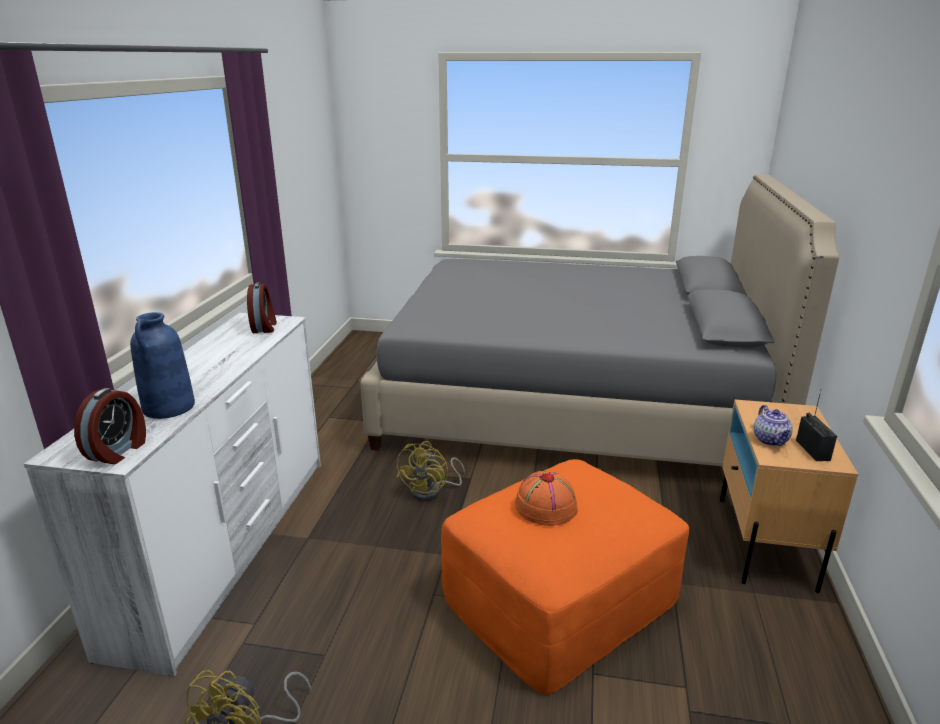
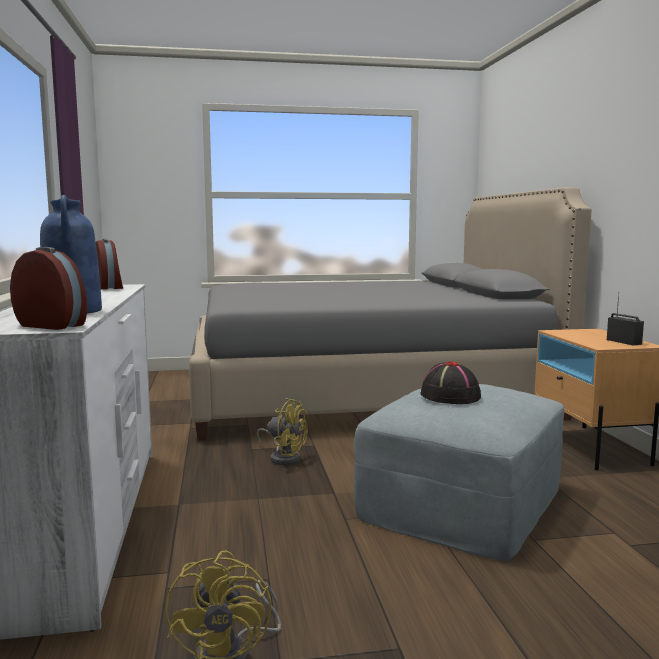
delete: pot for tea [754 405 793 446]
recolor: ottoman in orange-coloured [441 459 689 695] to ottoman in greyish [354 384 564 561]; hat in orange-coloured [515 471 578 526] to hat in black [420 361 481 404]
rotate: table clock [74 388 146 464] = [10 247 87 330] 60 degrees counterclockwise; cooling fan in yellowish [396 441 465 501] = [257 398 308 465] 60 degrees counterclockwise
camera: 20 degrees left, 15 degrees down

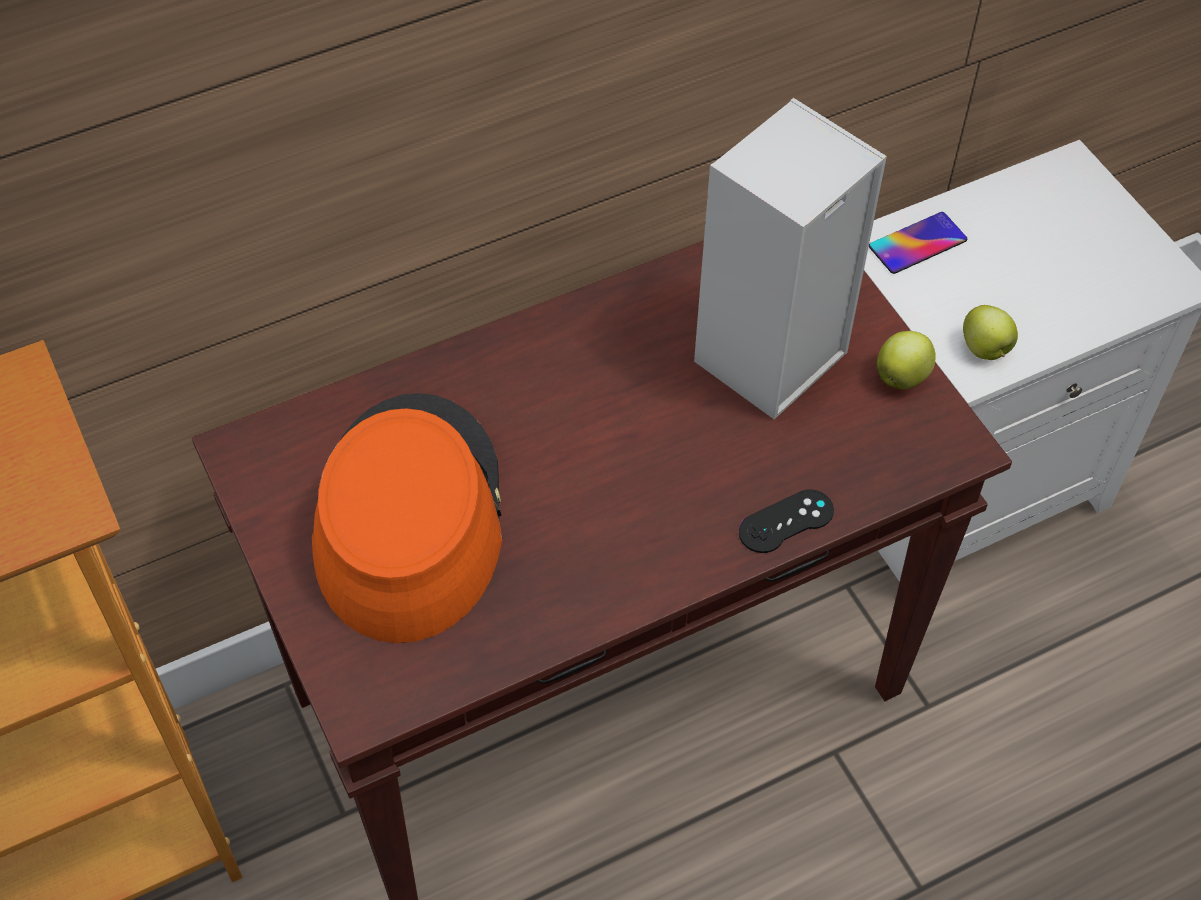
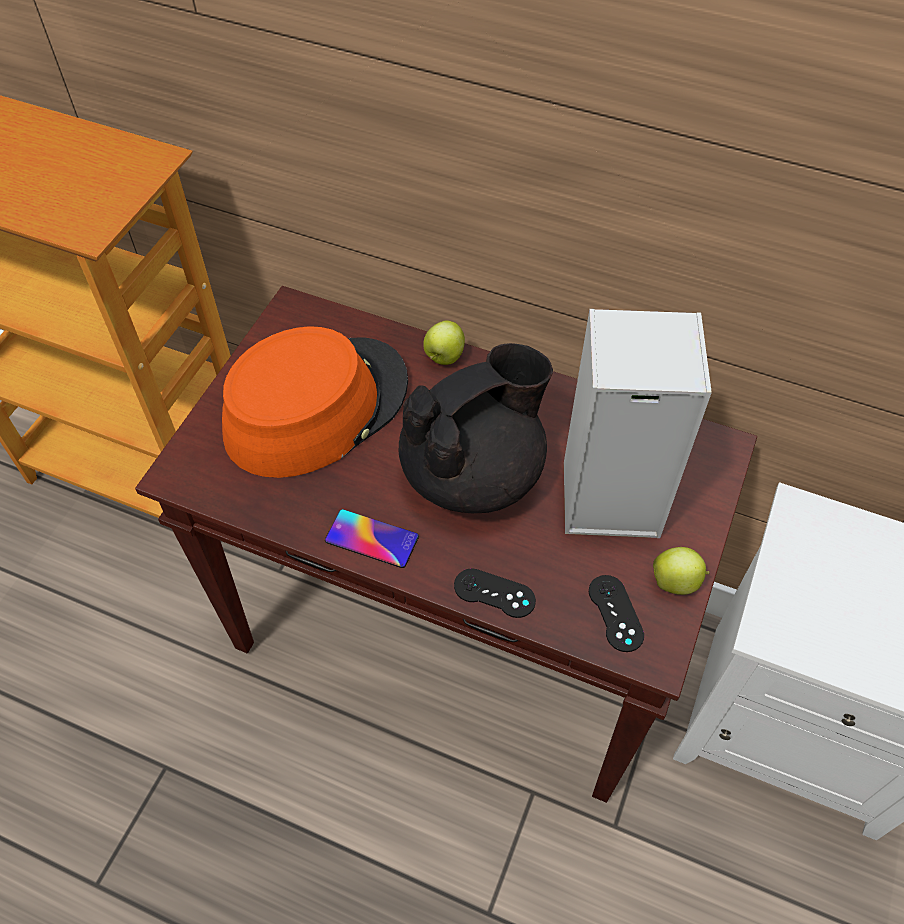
insert: pot for tea in black [399 343 553 513]; joypad in black [589 575 644 652]
move: handset [869 212 967 274] to [325 509 419 568]; apple [963 305 1018 360] to [423 321 465 365]
camera: 50 degrees right, 0 degrees up

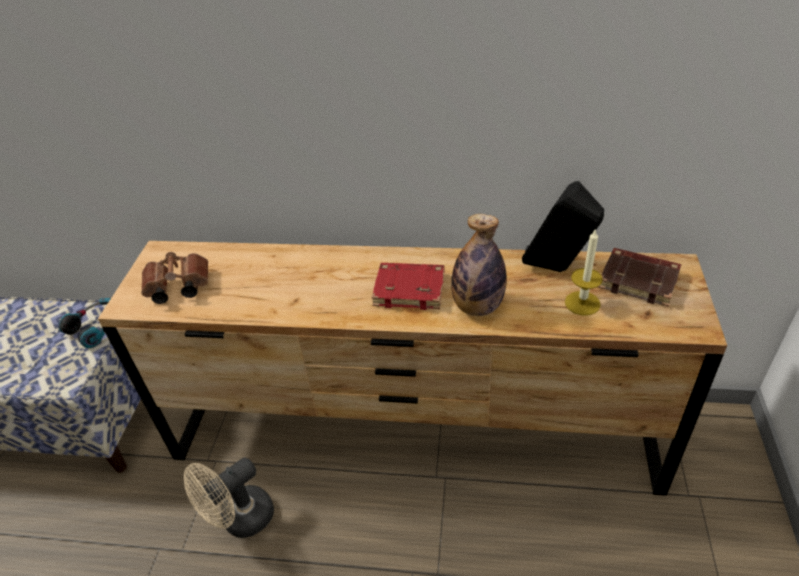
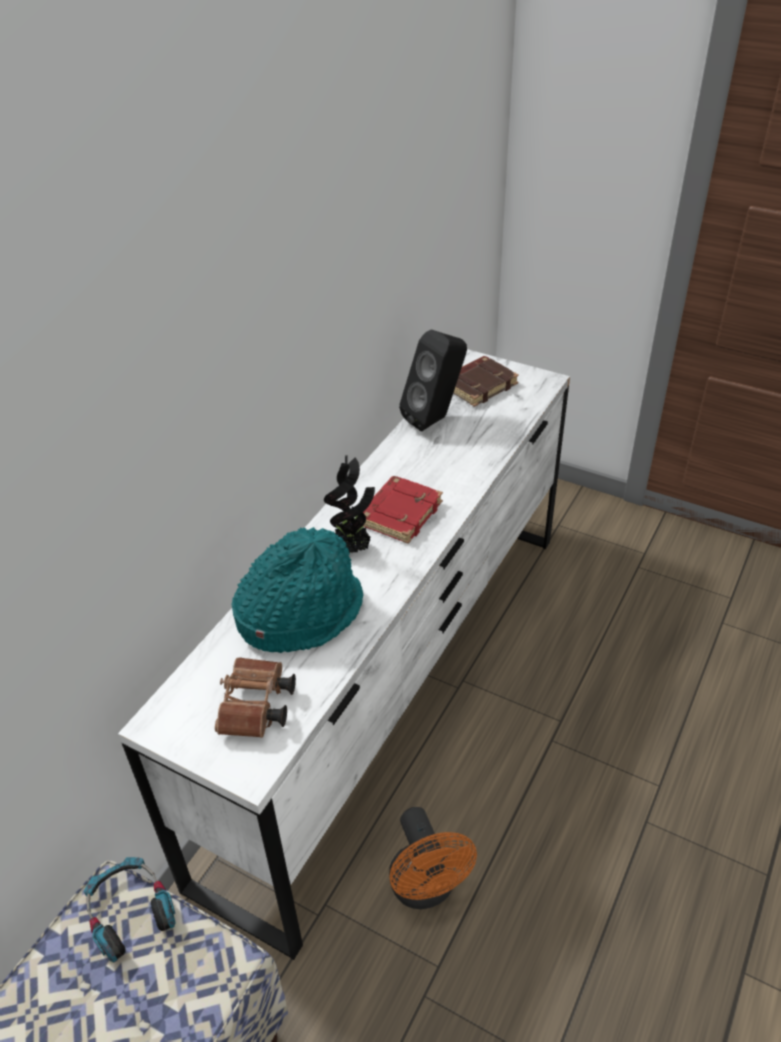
delete: beverage bottle [451 214 507 316]; wax light [565 228 603 315]
insert: hat in turquoise-coloured [231 527 363 653]; potted plant [324 455 375 553]
recolor: dresser in brown-coloured [98 241 727 496] to dresser in white [118 349 570 960]; cooling fan in sand-coloured [184 457 274 538] to cooling fan in orange-coloured [389 807 477 909]
camera: 70 degrees left, 0 degrees up

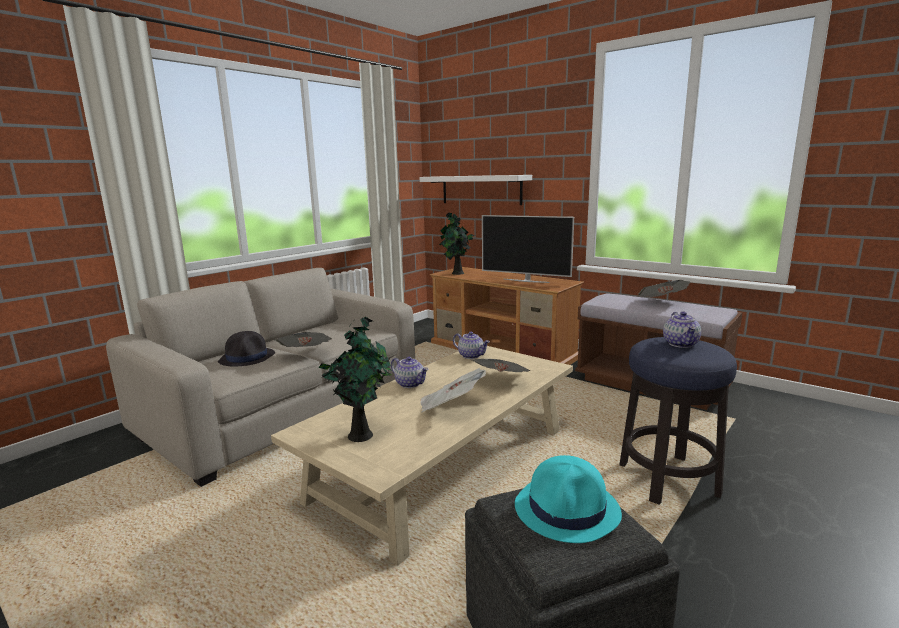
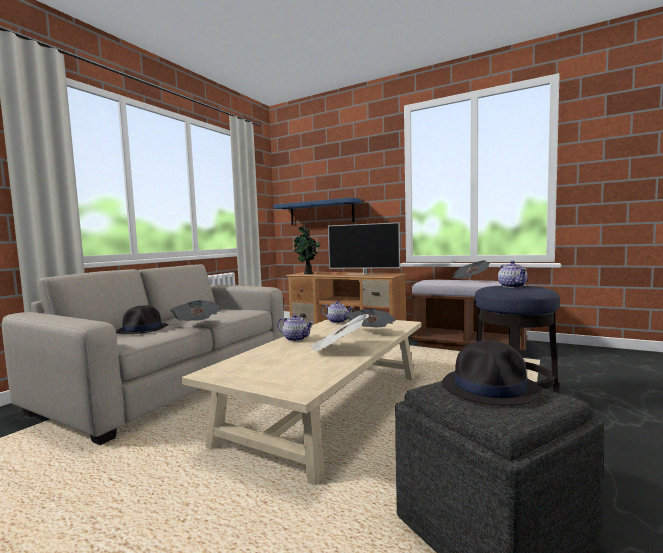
delete: potted plant [318 317 392 442]
recolor: bracket shelf in white [420 175 532 205] to bracket shelf in bluish [273 197 361 226]; hat in turquoise-coloured [515 455 622 543] to hat in black [442 341 543 406]
camera: 10 degrees left, 10 degrees down

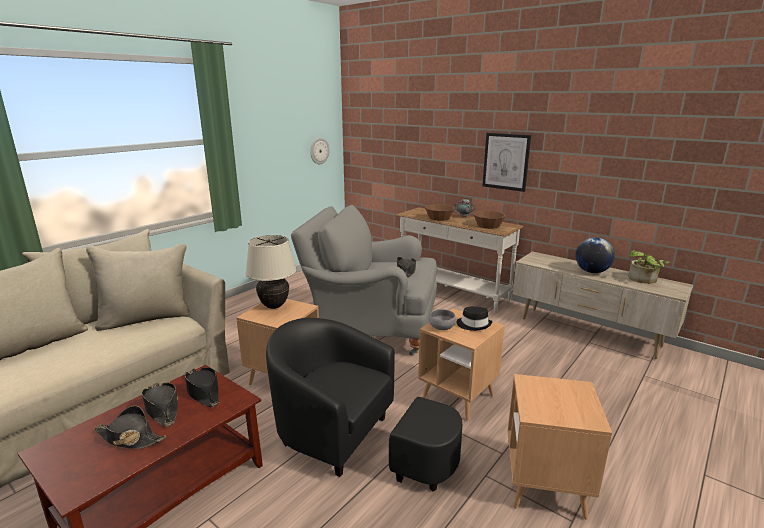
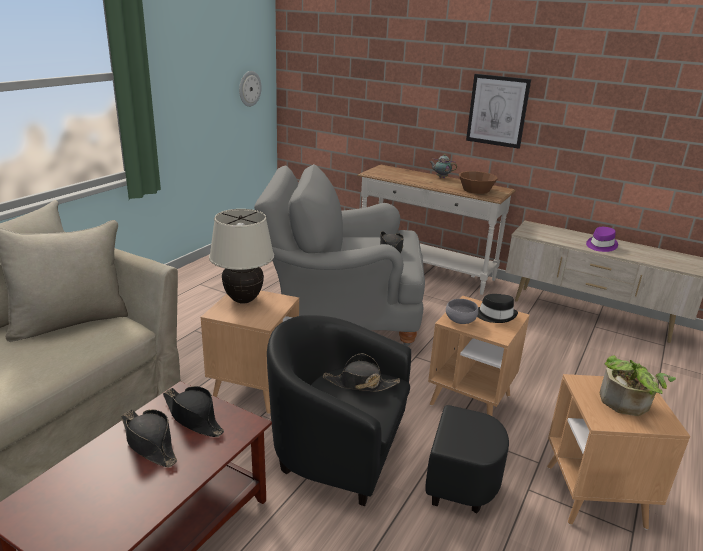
delete: serving bowl in brown-coloured [425 204 455 221]
move: hat in black [94 406 166 449] to [323 354 400 391]; potted plant [628 250 669 284] to [600 355 676 416]
replace: globe [575 237 615 273] to hat in purple [586 227 618 252]
camera: 10 degrees left, 5 degrees up

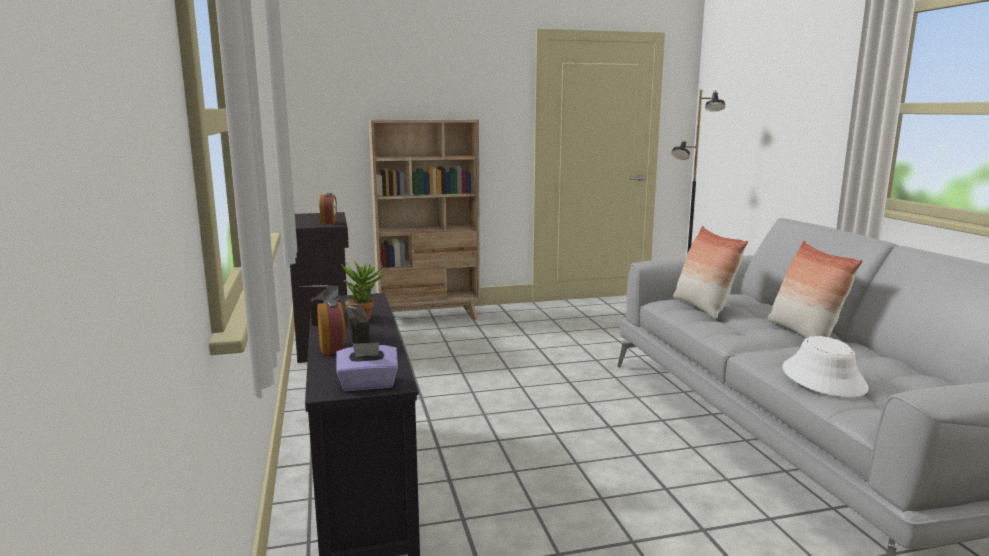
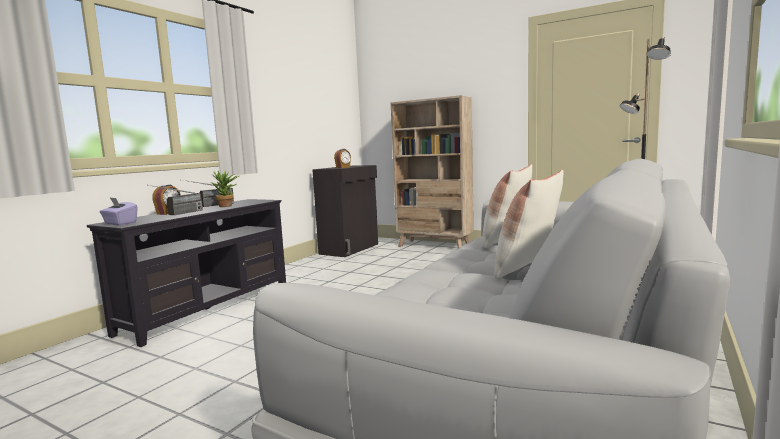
delete: hat in white [782 336 869 397]
camera: 45 degrees right, 5 degrees down

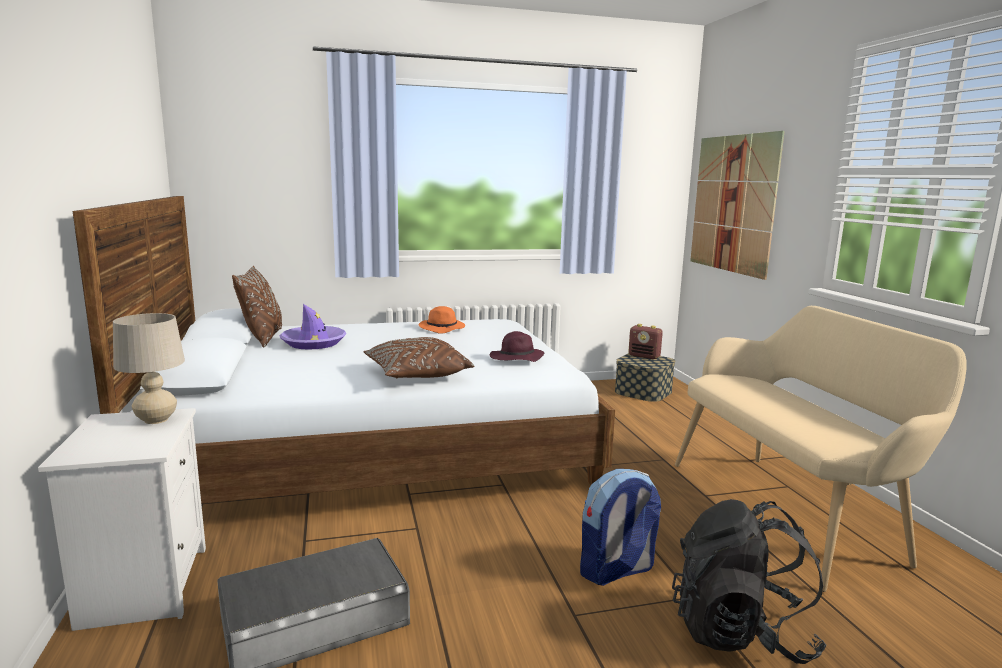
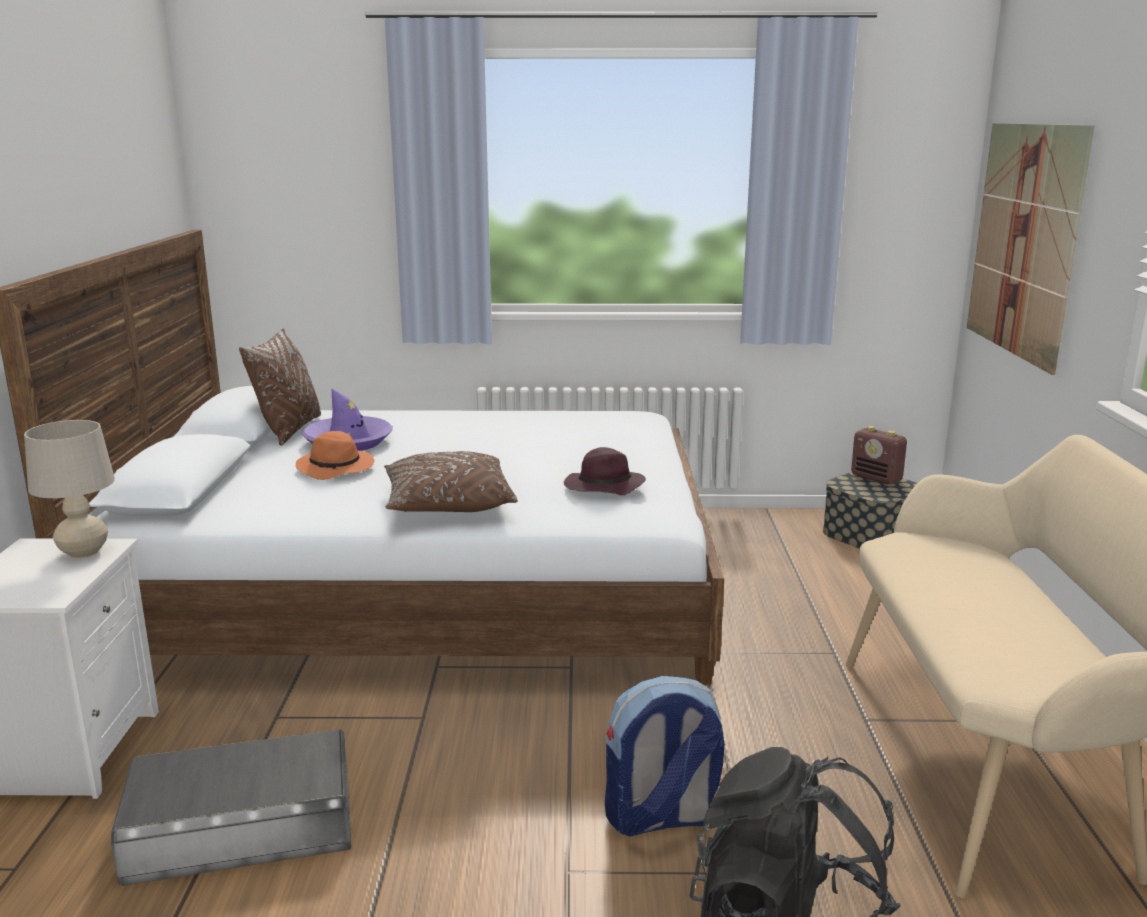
move: hat in orange-coloured [419 306 465 334] to [296 431 374 480]
camera: 15 degrees right, 5 degrees up

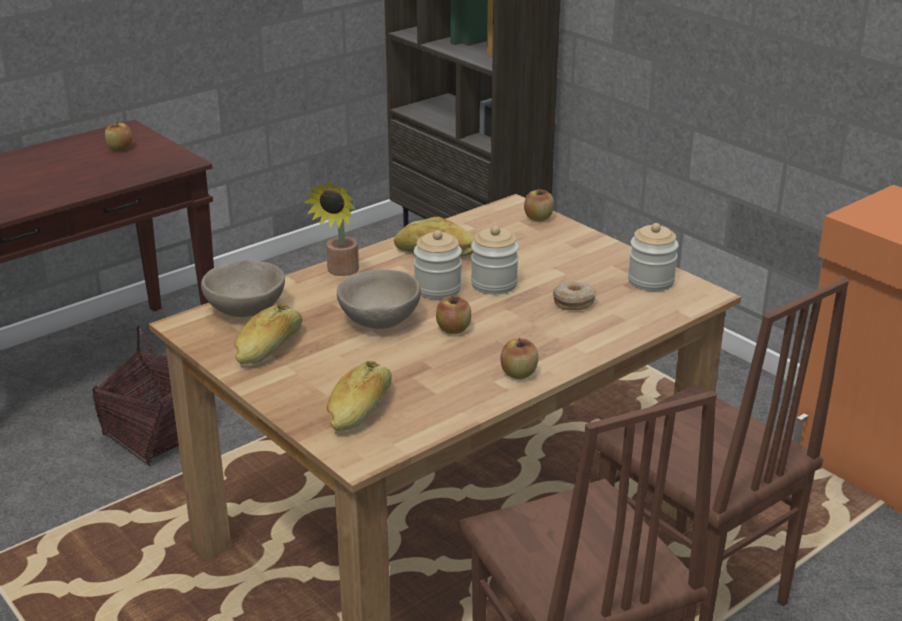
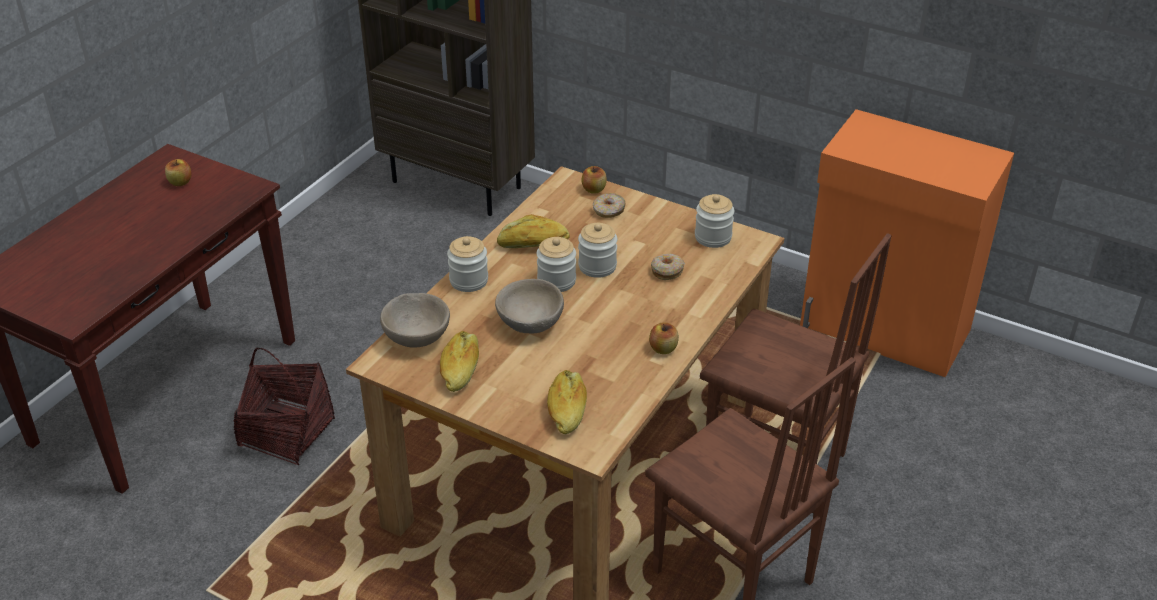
delete: apple [436 296 471 334]
insert: doughnut [593 193 626 218]
replace: potted plant [304 182 359 276] to storage jar [447 236 488 292]
camera: 20 degrees left, 10 degrees up

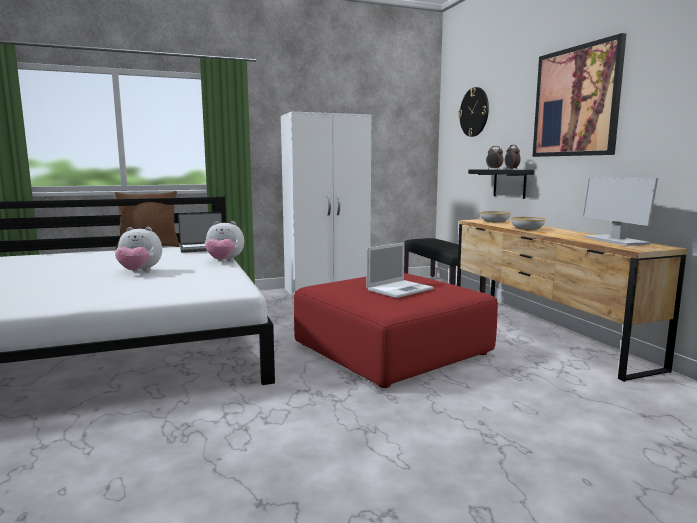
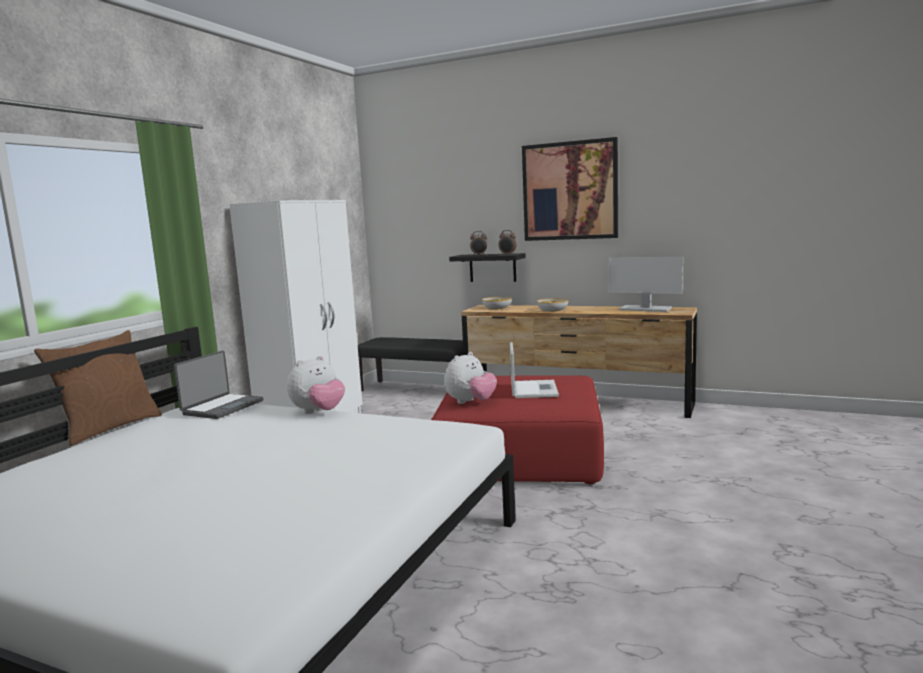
delete: hanging clock [458 87 489 137]
move: soft toy [115 227 162 272] to [444 352 497 404]
camera: 45 degrees left, 0 degrees up

